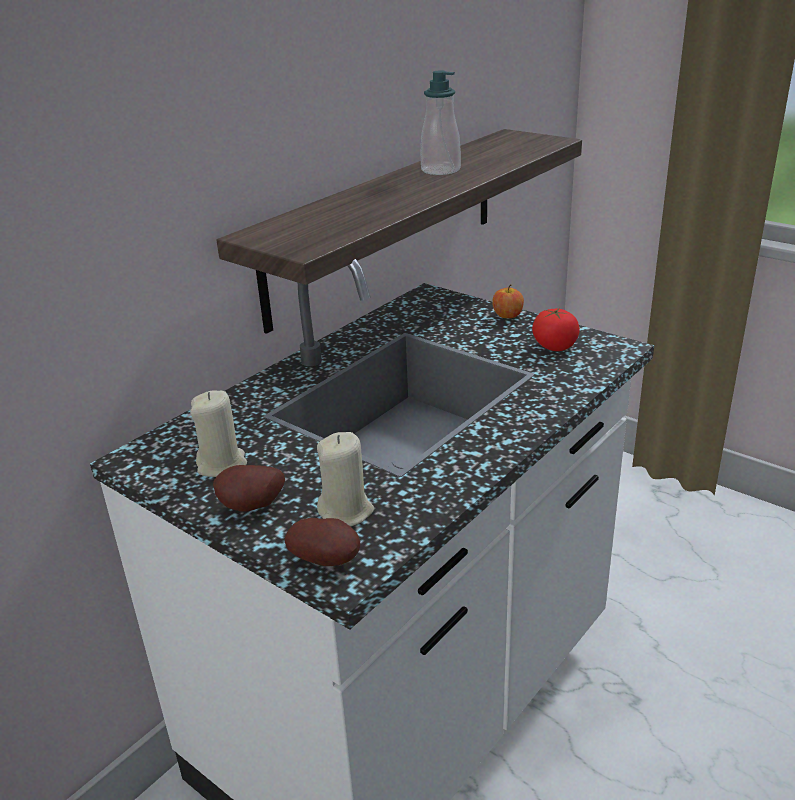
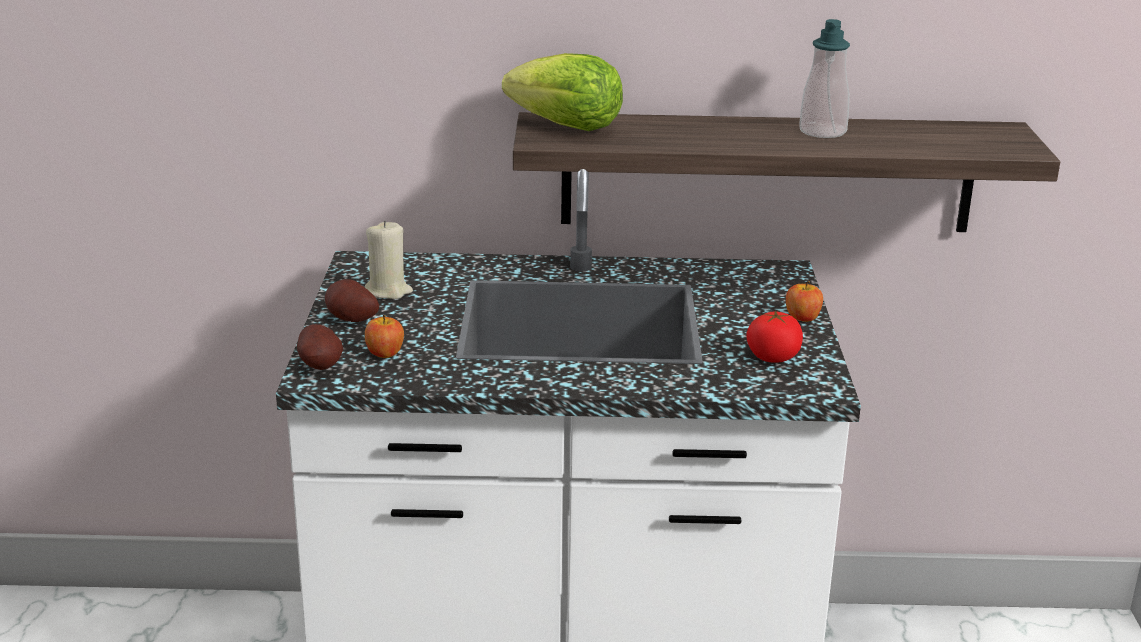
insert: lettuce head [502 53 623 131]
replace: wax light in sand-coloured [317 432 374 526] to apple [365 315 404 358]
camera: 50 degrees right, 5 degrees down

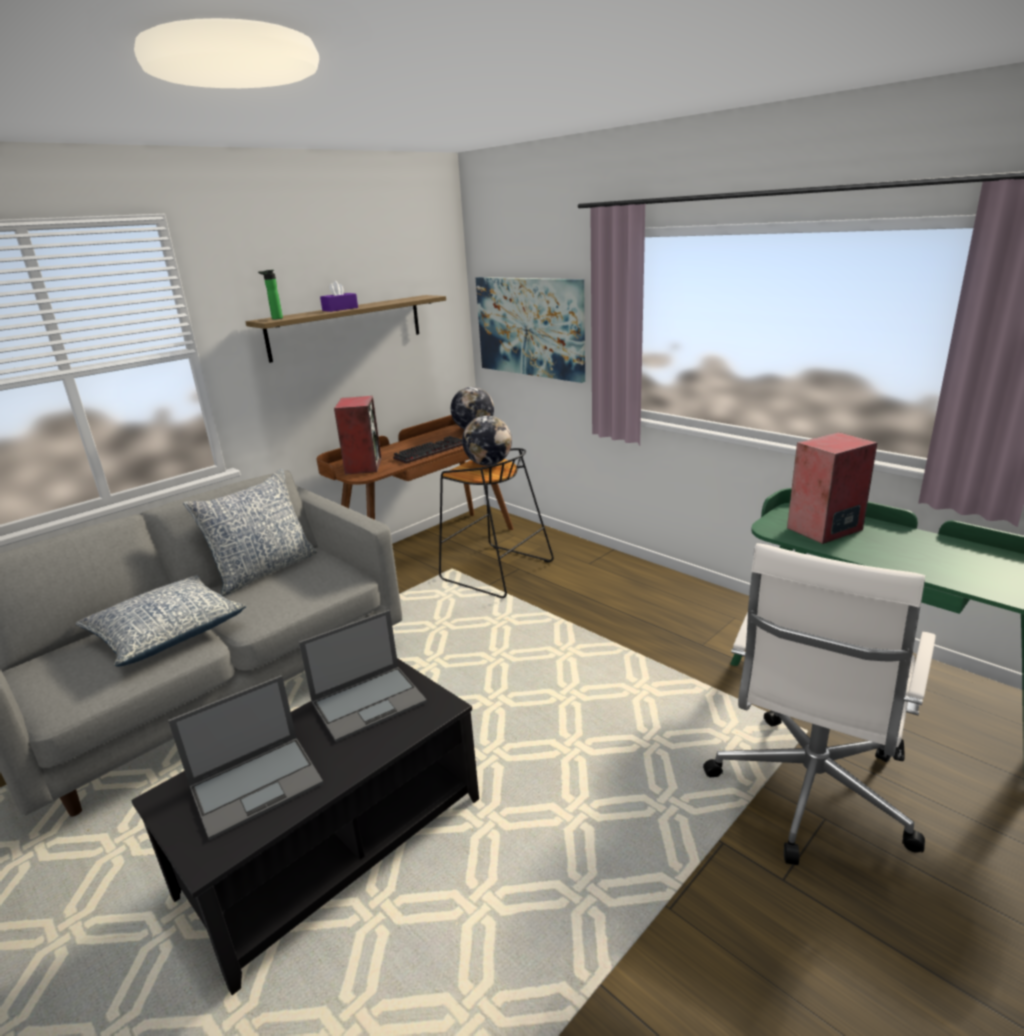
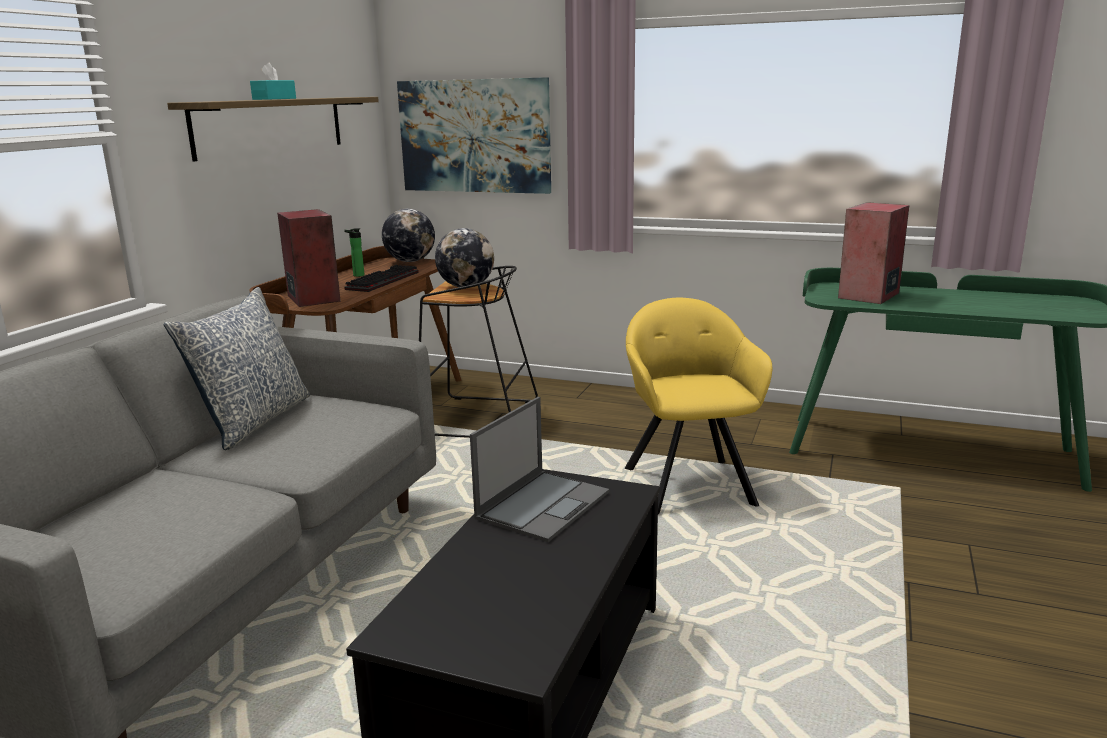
delete: throw pillow [76 575 246 667]; notebook computer [168 675 324 840]; desk chair in white [703 543 936 865]
insert: easy chair in yellowish [625 298 772 514]
move: beverage bottle [258 270 283 319] to [344 228 365 277]
recolor: tissue holder in purple [320 281 358 312] to tissue holder in turquoise-coloured [250 63 296 100]
camera: 25 degrees left, 5 degrees down

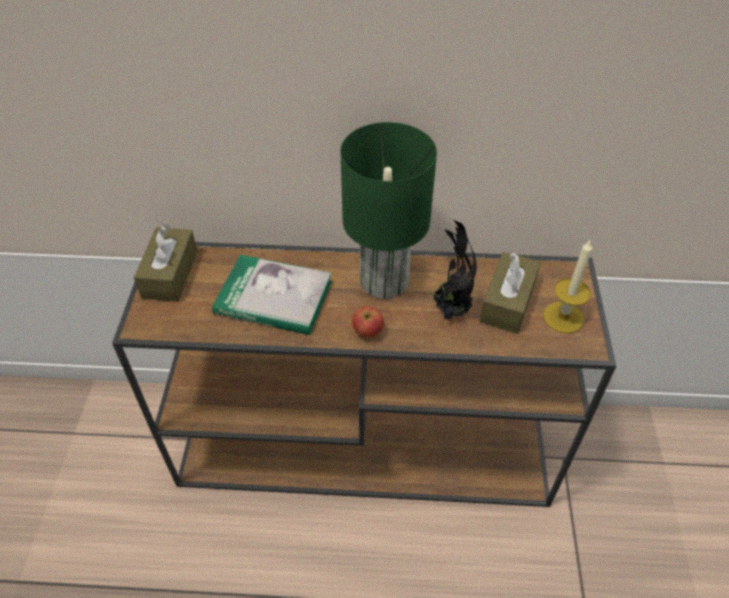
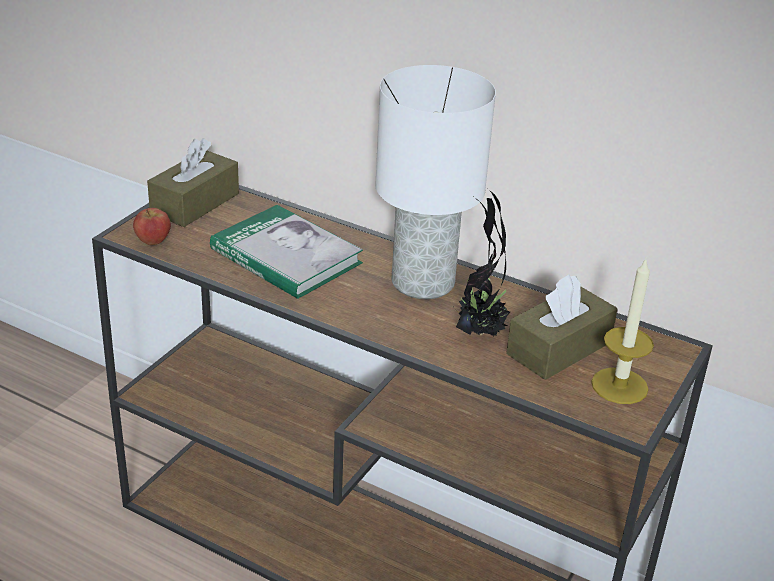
move: apple [352 306 384 338] to [133 208 171 245]
recolor: lamp for a table in greenish [340 122 437 299] to lamp for a table in white [375 65 496 299]
camera: 25 degrees right, 15 degrees down

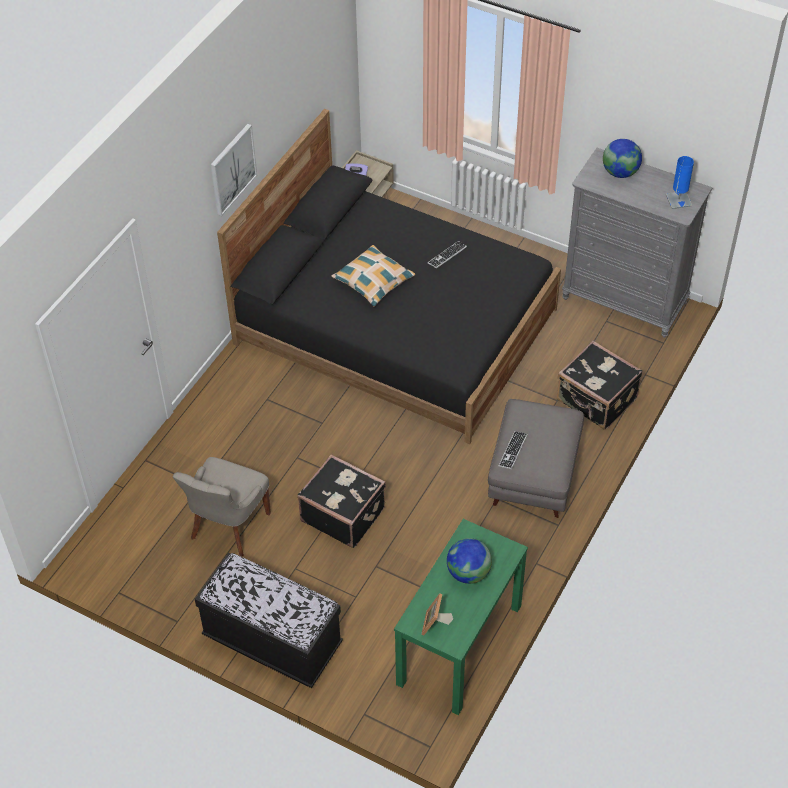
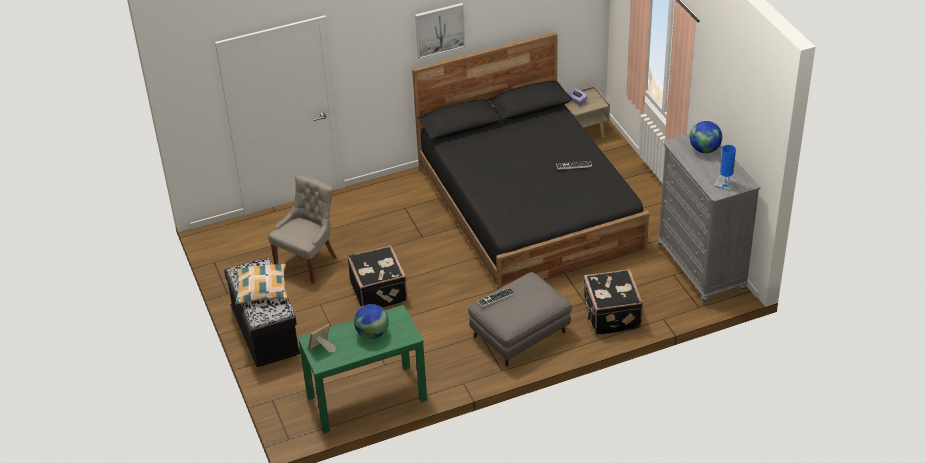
move: throw pillow [331 245 415 307] to [235 264 287 304]
rotate: upright chair in greyish [172 457 271 557] = [268 174 337 284] 150 degrees clockwise
camera: 40 degrees right, 10 degrees down

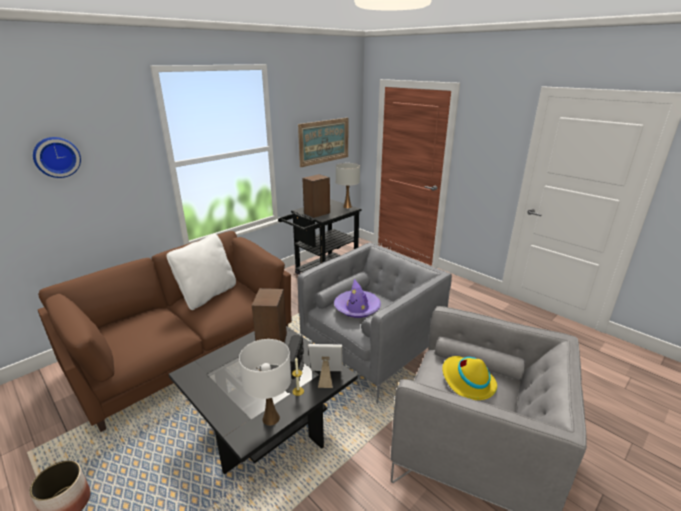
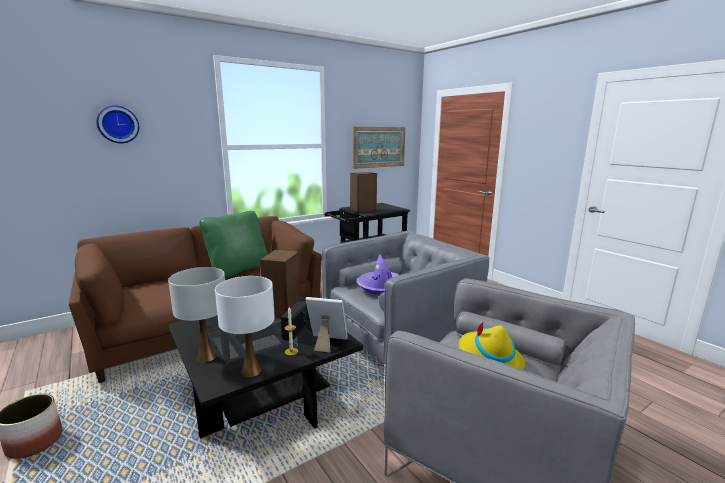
move: lamp for a table in white [336 163 360 208] to [168 267 225 362]
recolor: throw pillow in white [166 234 236 310] to throw pillow in greenish [199 211 268 278]
camera: 10 degrees right, 10 degrees down

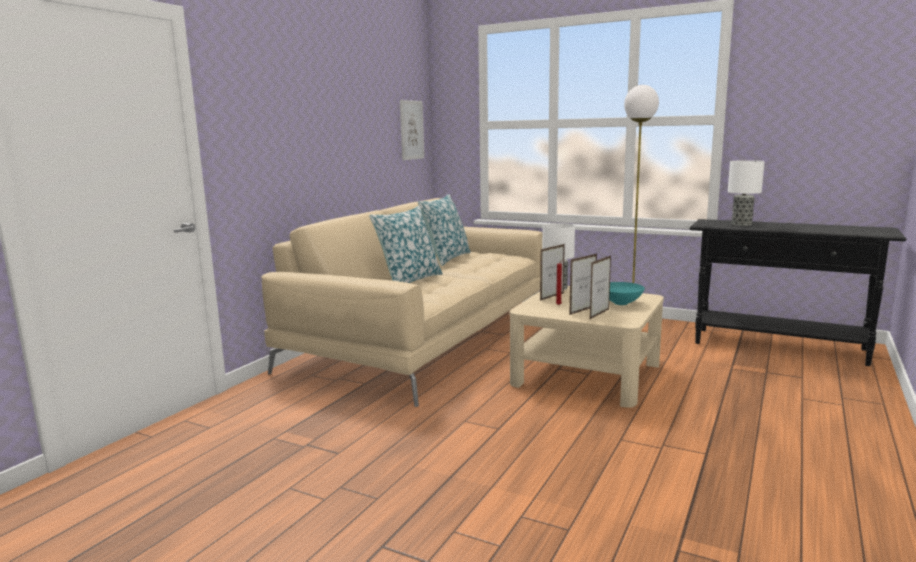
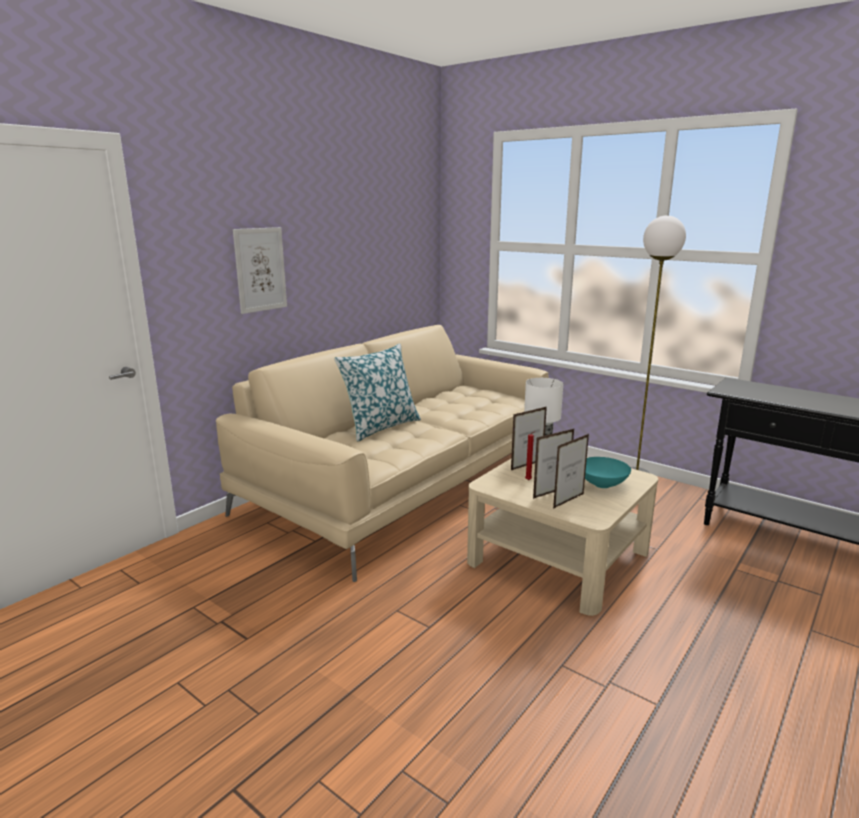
delete: throw pillow [418 194 471 266]; lamp for a table [728 160 765 226]
move: wall art [400 100 424 160] to [233 227 287 314]
camera: 10 degrees right, 5 degrees up

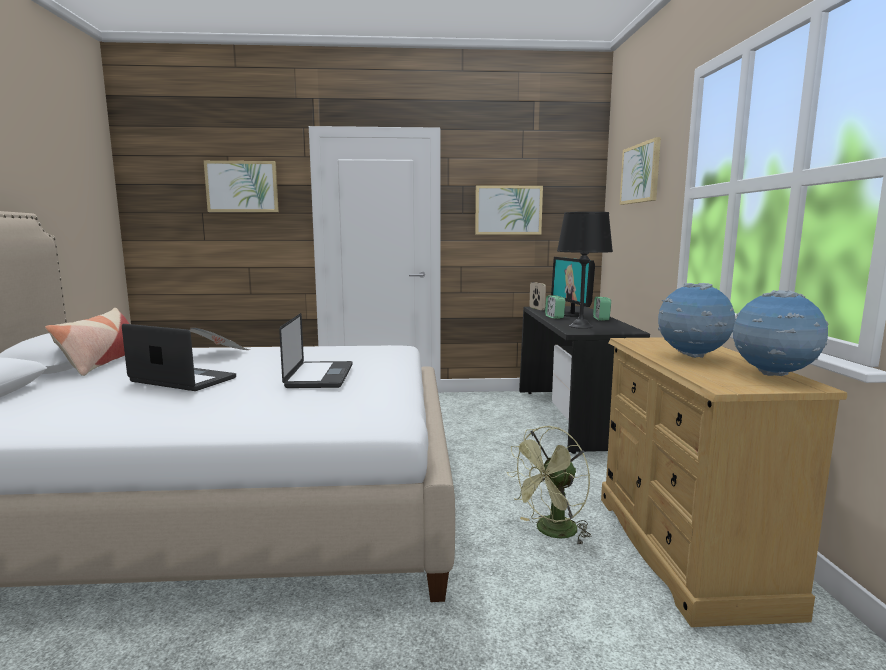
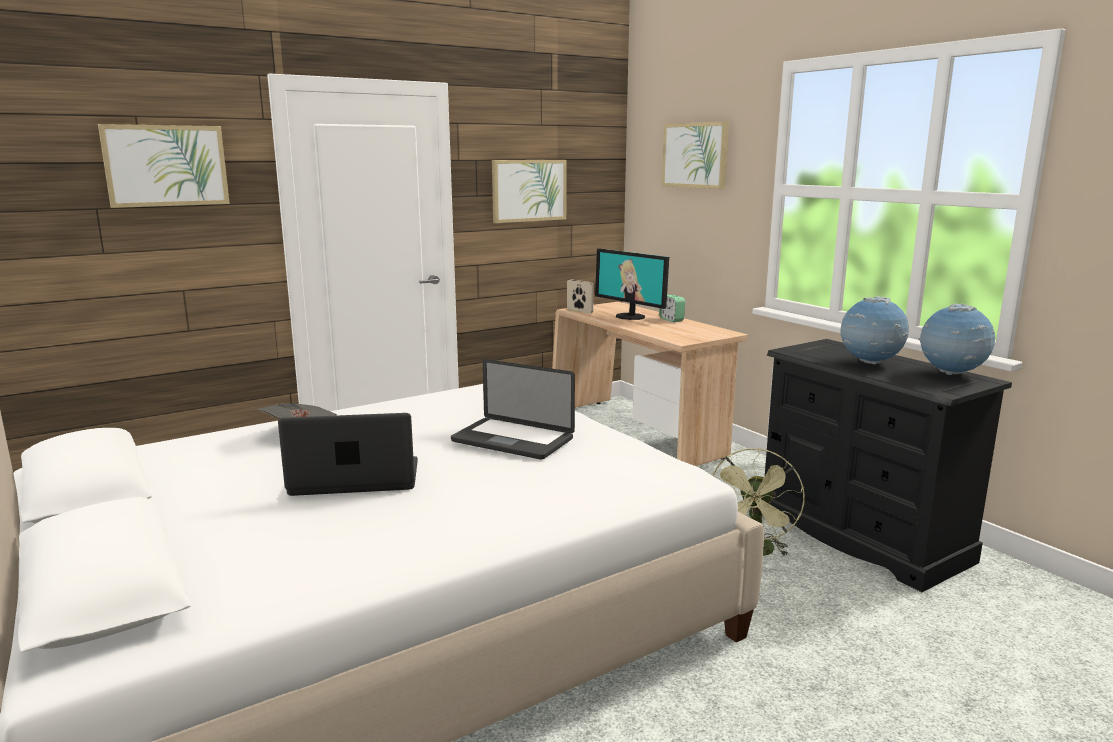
delete: throw pillow [45 308 129 376]; table clock [545 295 565 319]; lamp for a table in black [557 212 613 329]
recolor: desk in black [519 306 650 454] to desk in sand-coloured [552 302 748 466]; dresser in sand-coloured [601 337 847 627] to dresser in black [765 339 1012 592]
rotate: notebook computer [279 313 353 388] = [451 359 575 460] 150 degrees clockwise
camera: 30 degrees left, 5 degrees up

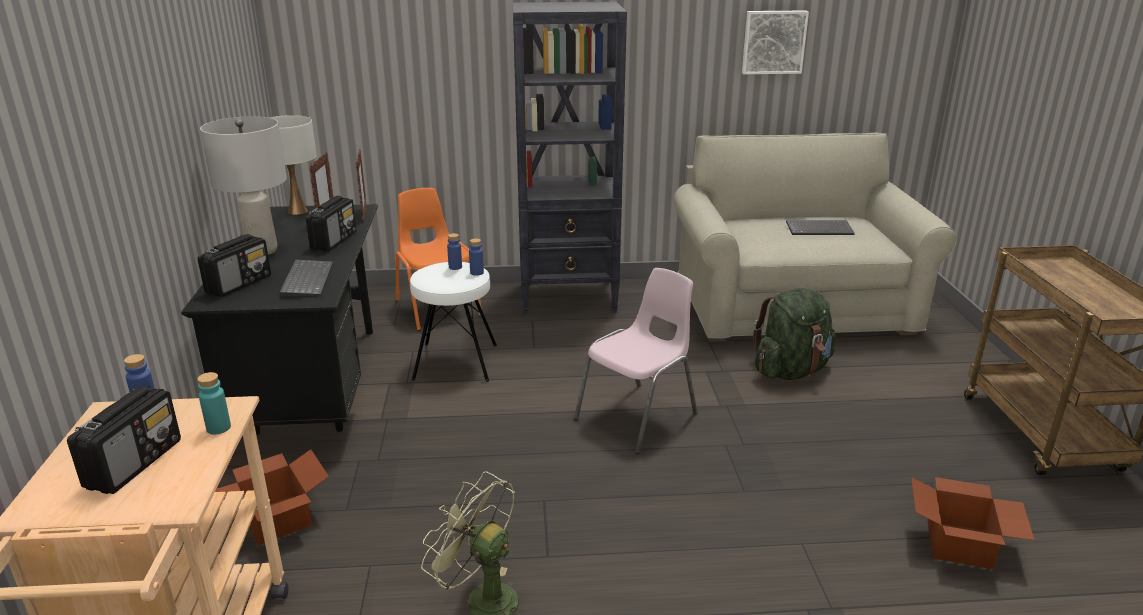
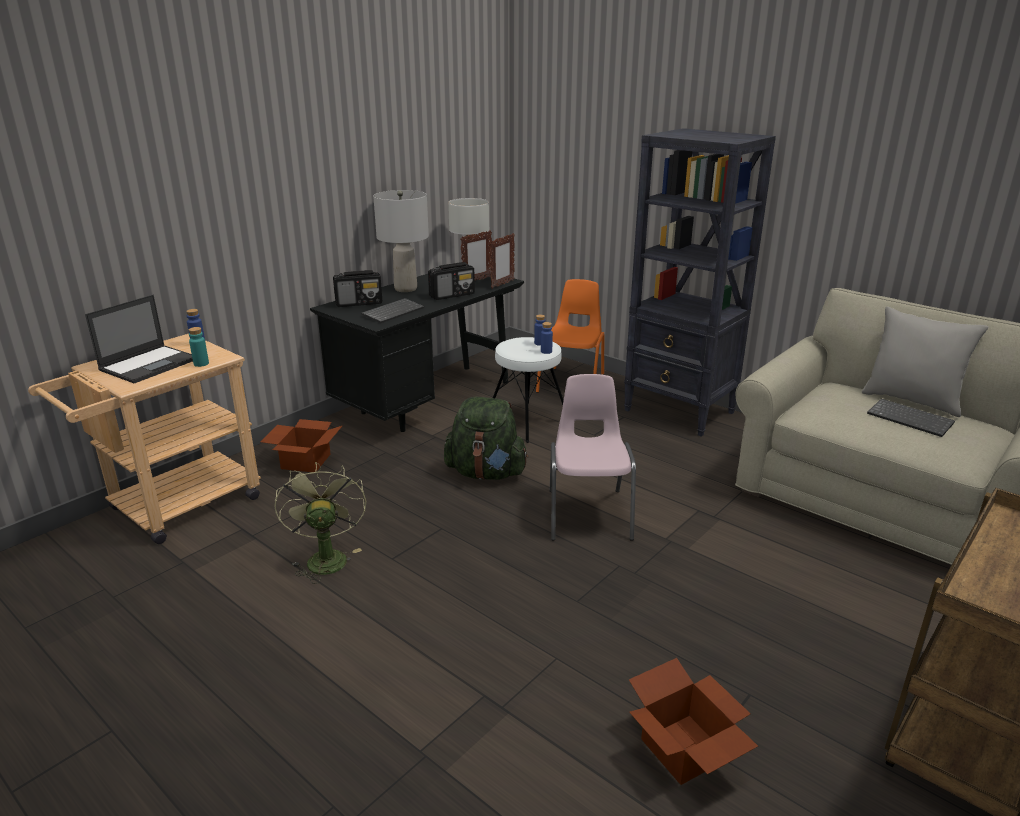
delete: wall art [742 11 809 74]
insert: throw pillow in greyish [861 306 988 417]
move: rucksack in greenish [753 288 836 380] to [444 397 529 480]
replace: radio set [67 386 181 494] to notebook computer [85 295 193 383]
rotate: upright chair in pinkish [574 268 698 454] = [550 374 636 541] 90 degrees counterclockwise
camera: 45 degrees right, 0 degrees up

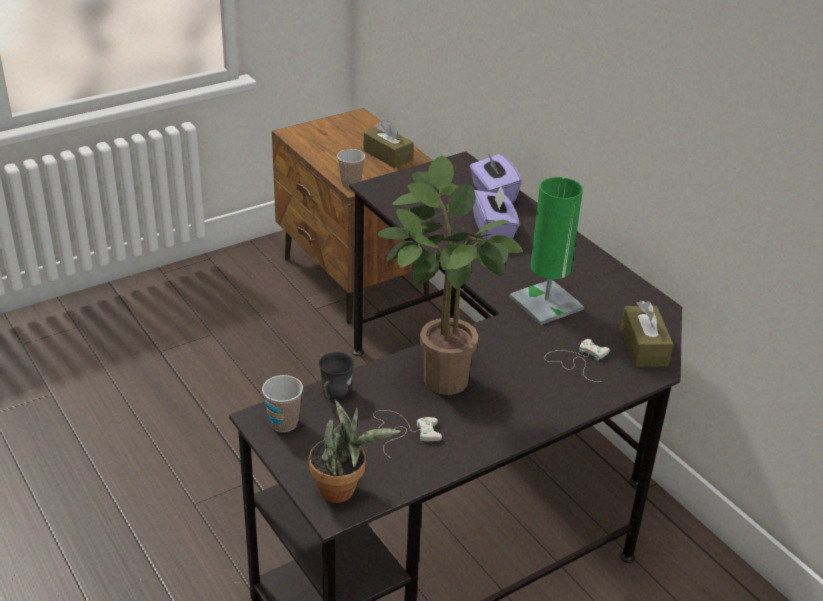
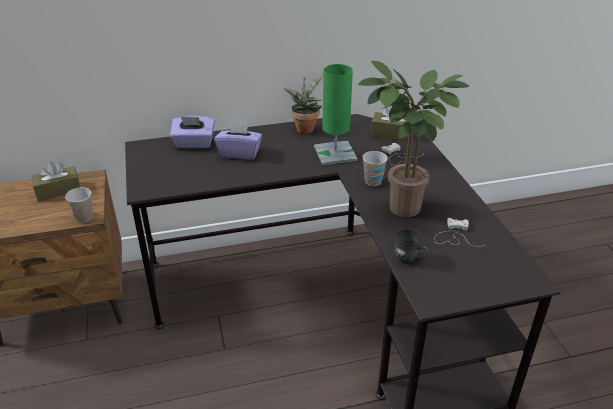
move: cup [262 375 303 432] to [362 151 388 186]; potted plant [309 399 401 503] to [283 73 323 134]
camera: 70 degrees left, 0 degrees up

